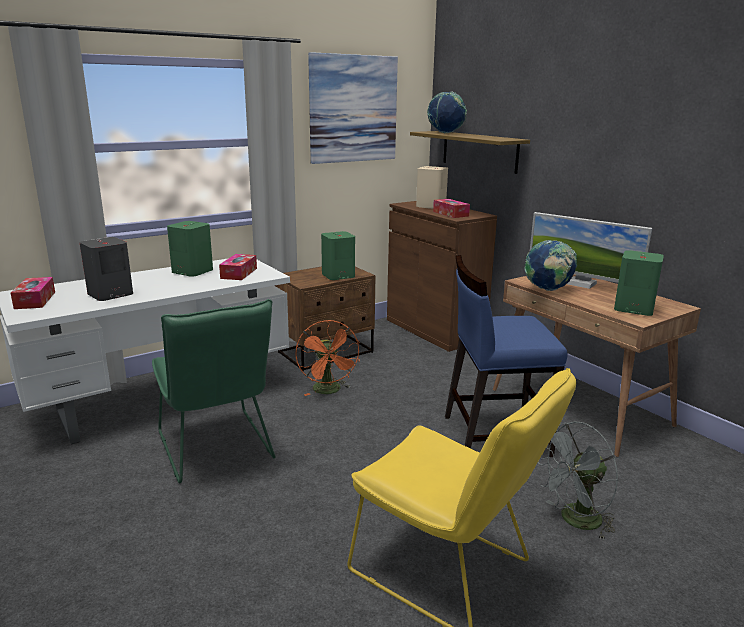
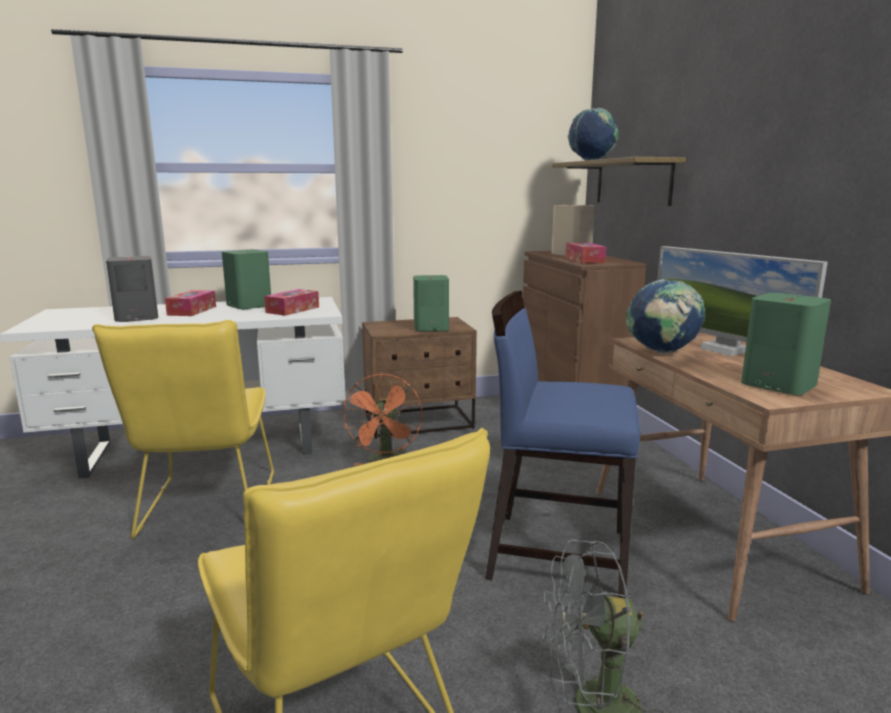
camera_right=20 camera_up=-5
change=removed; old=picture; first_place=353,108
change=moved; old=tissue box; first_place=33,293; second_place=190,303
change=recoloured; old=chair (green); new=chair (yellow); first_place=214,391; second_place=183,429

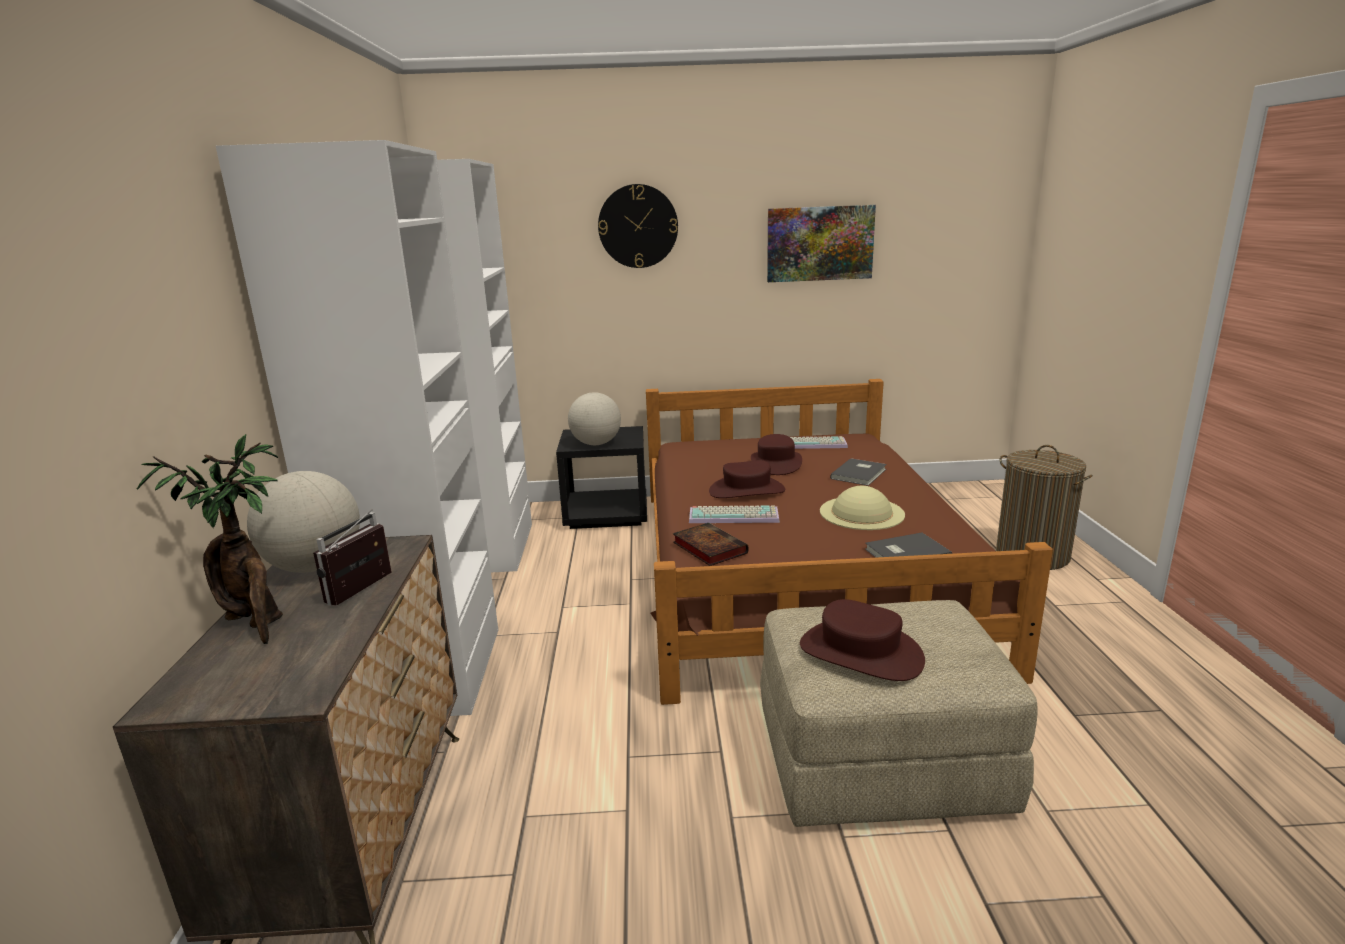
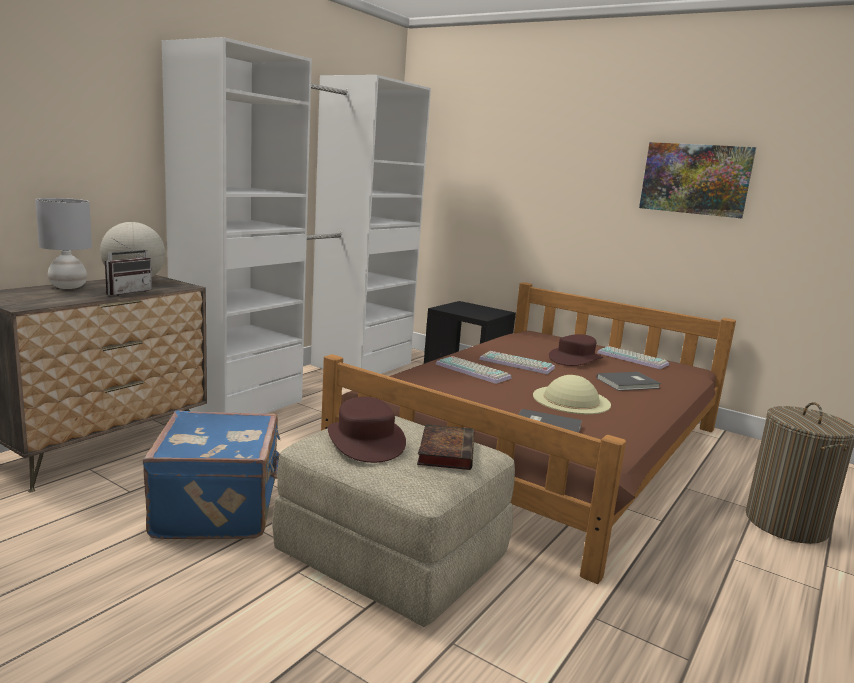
camera_right=35 camera_up=-5
change=removed; old=wall clock; first_place=638,226
change=removed; old=globe; first_place=594,418
change=replaced; old=potted plant; new=table lamp (grey); first_place=210,539; second_place=63,243
change=replaced; old=hat (brown); new=keyboard; first_place=747,479; second_place=517,362
change=turned; old=radio; first_place=352,557; second_place=128,267; degrees=150
change=moved; old=book; first_place=711,544; second_place=445,447
change=added; new=suitcase (blue); second_place=211,474

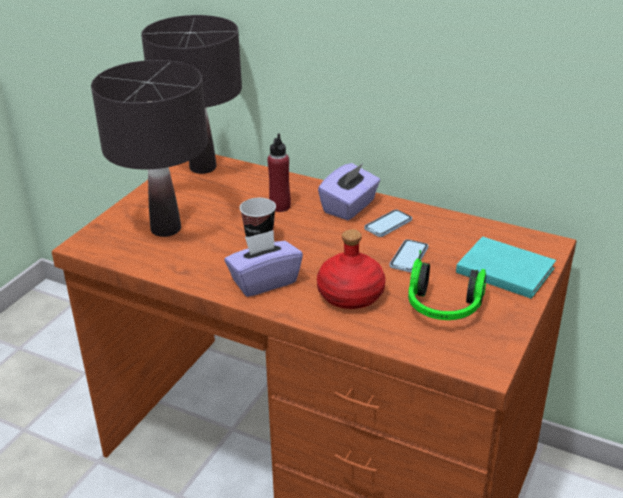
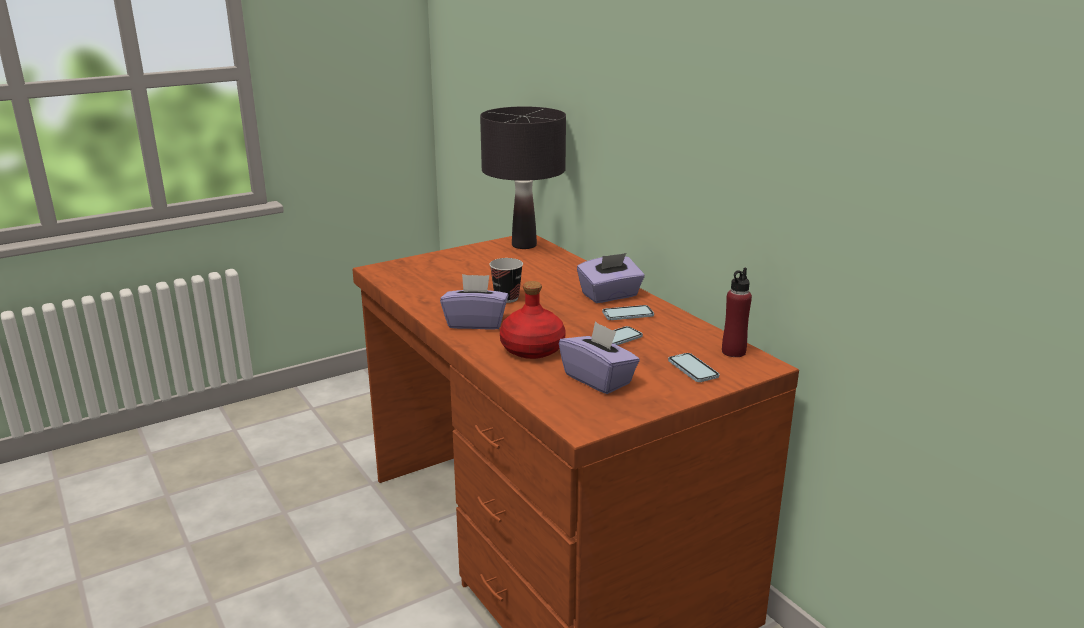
camera_right=30 camera_up=-10
change=removed; old=table lamp (black); first_place=149,148
change=moved; old=bottle (red); first_place=279,173; second_place=737,312
change=replaced; old=book (turquoise); new=phone; first_place=506,267; second_place=694,367
change=replaced; old=headphones; new=tissue box (purple); first_place=447,285; second_place=599,357

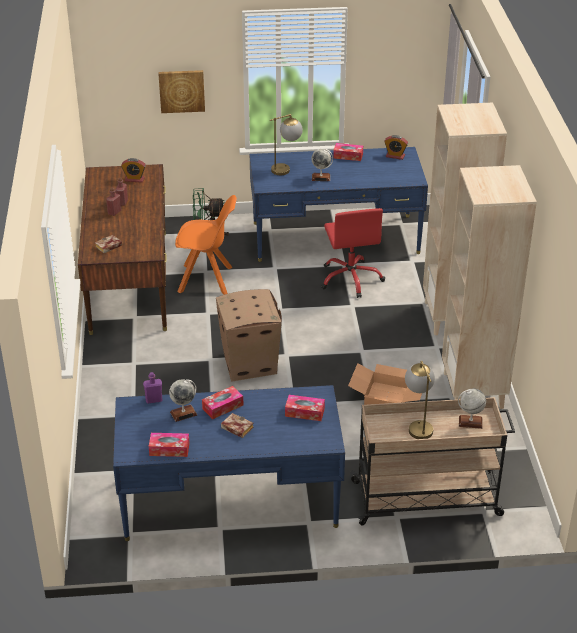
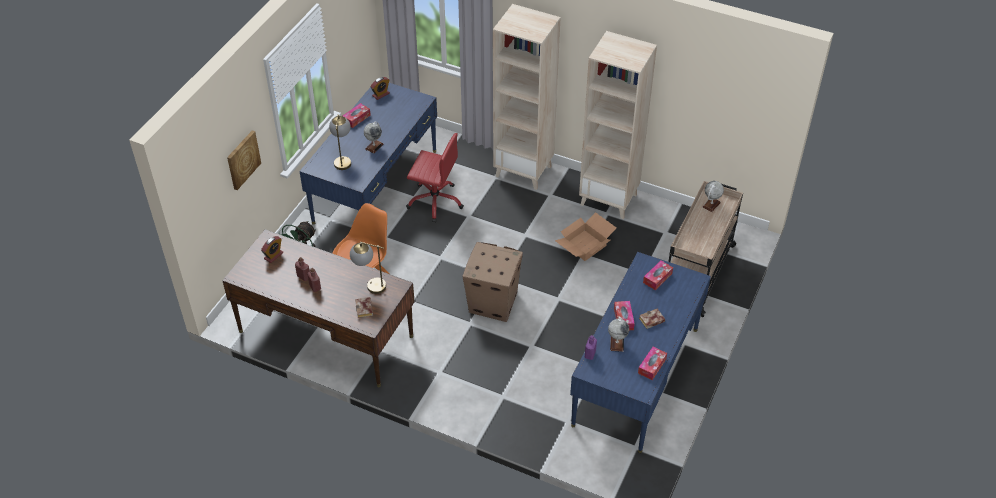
camera_right=-60 camera_up=10
change=moved; old=table lamp; first_place=420,400; second_place=368,268

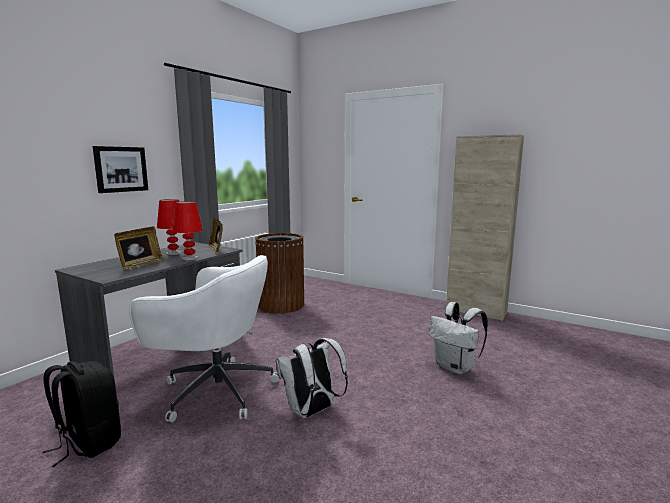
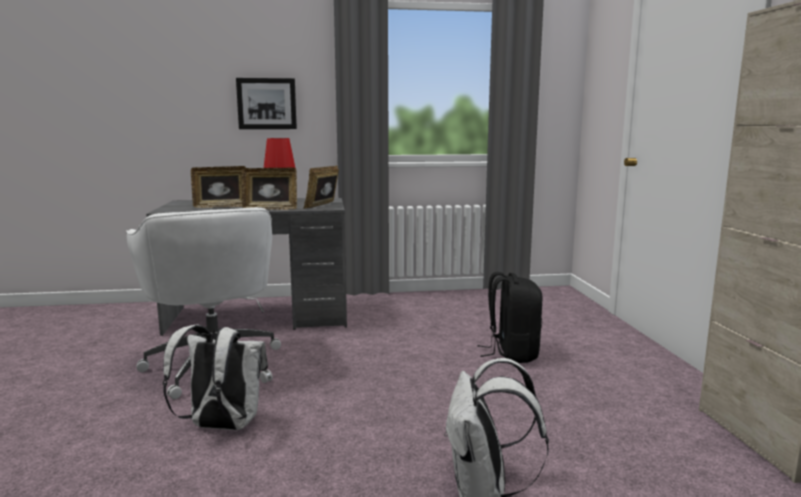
camera_right=50 camera_up=0
change=replaced; old=table lamp (red); new=picture frame; first_place=188,230; second_place=269,189
change=removed; old=trash can (brown); first_place=279,273
change=moved; old=backpack (black); first_place=81,414; second_place=510,317

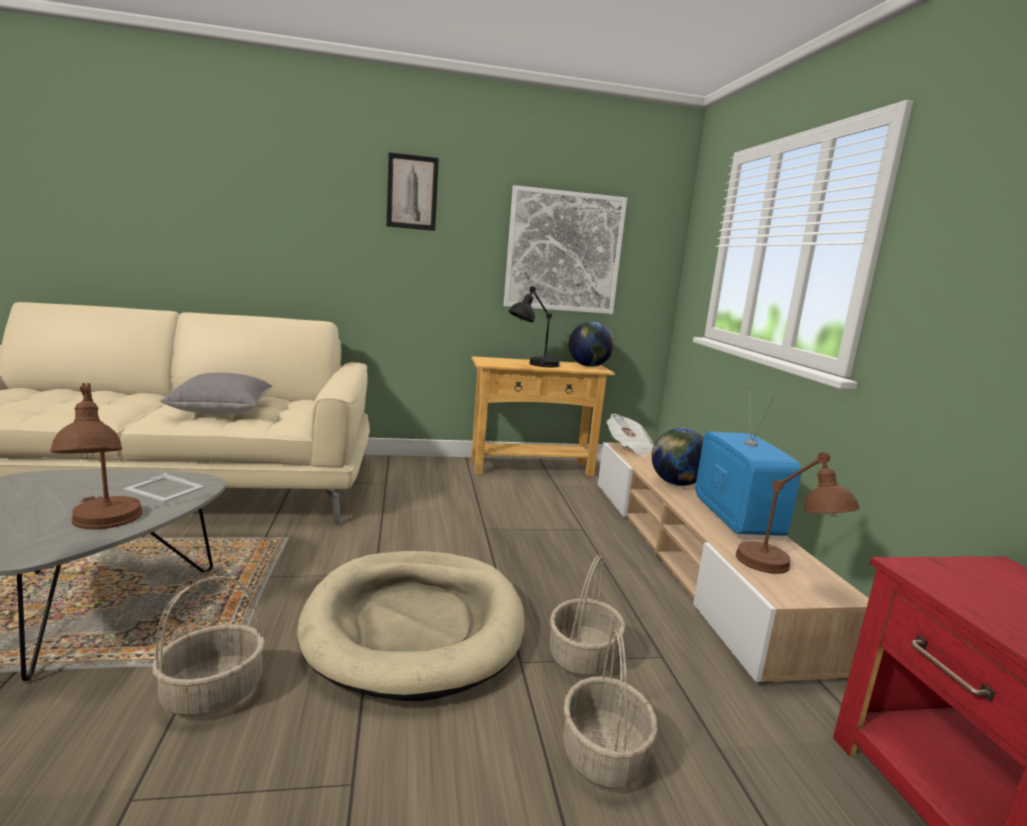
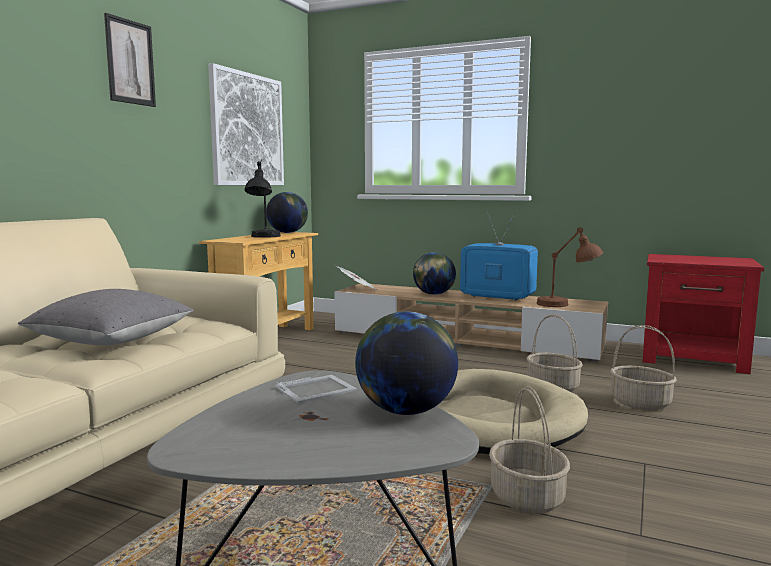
camera_right=-55 camera_up=-5
change=replaced; old=table lamp (brown); new=globe; first_place=96,456; second_place=406,363

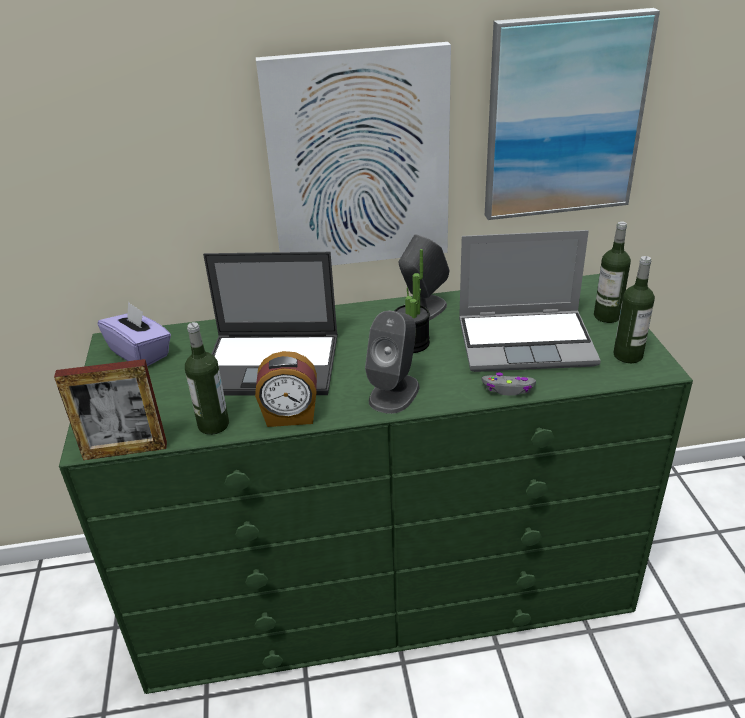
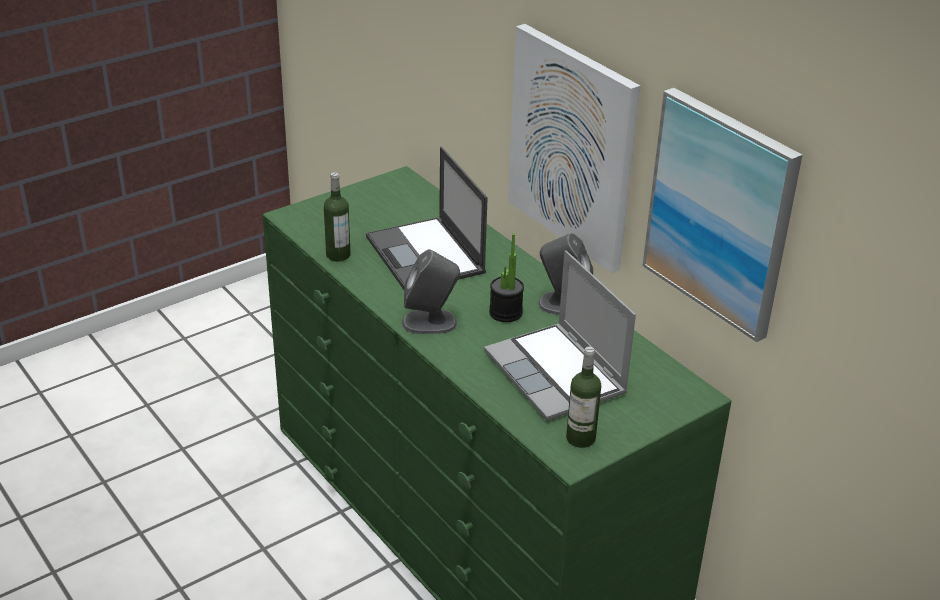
camera_right=60 camera_up=0
change=removed; old=bottle; first_place=612,272
change=removed; old=tissue box (purple); first_place=134,334
change=removed; old=alarm clock; first_place=286,389
change=removed; old=picture frame; first_place=110,409
change=removed; old=game controller (grey); first_place=509,384

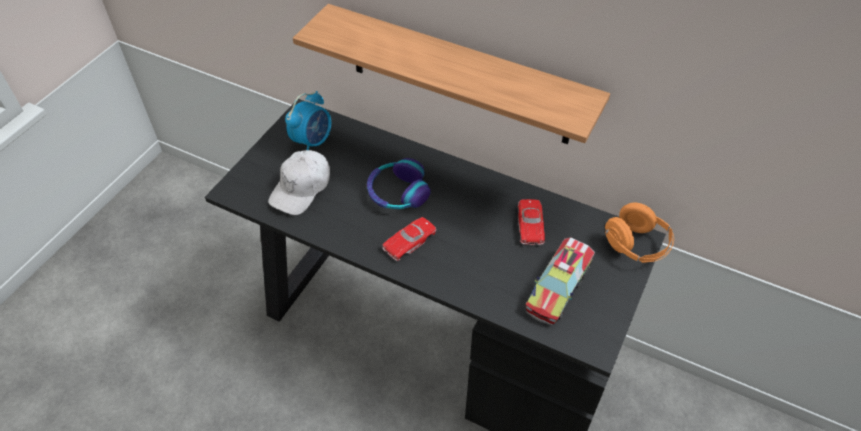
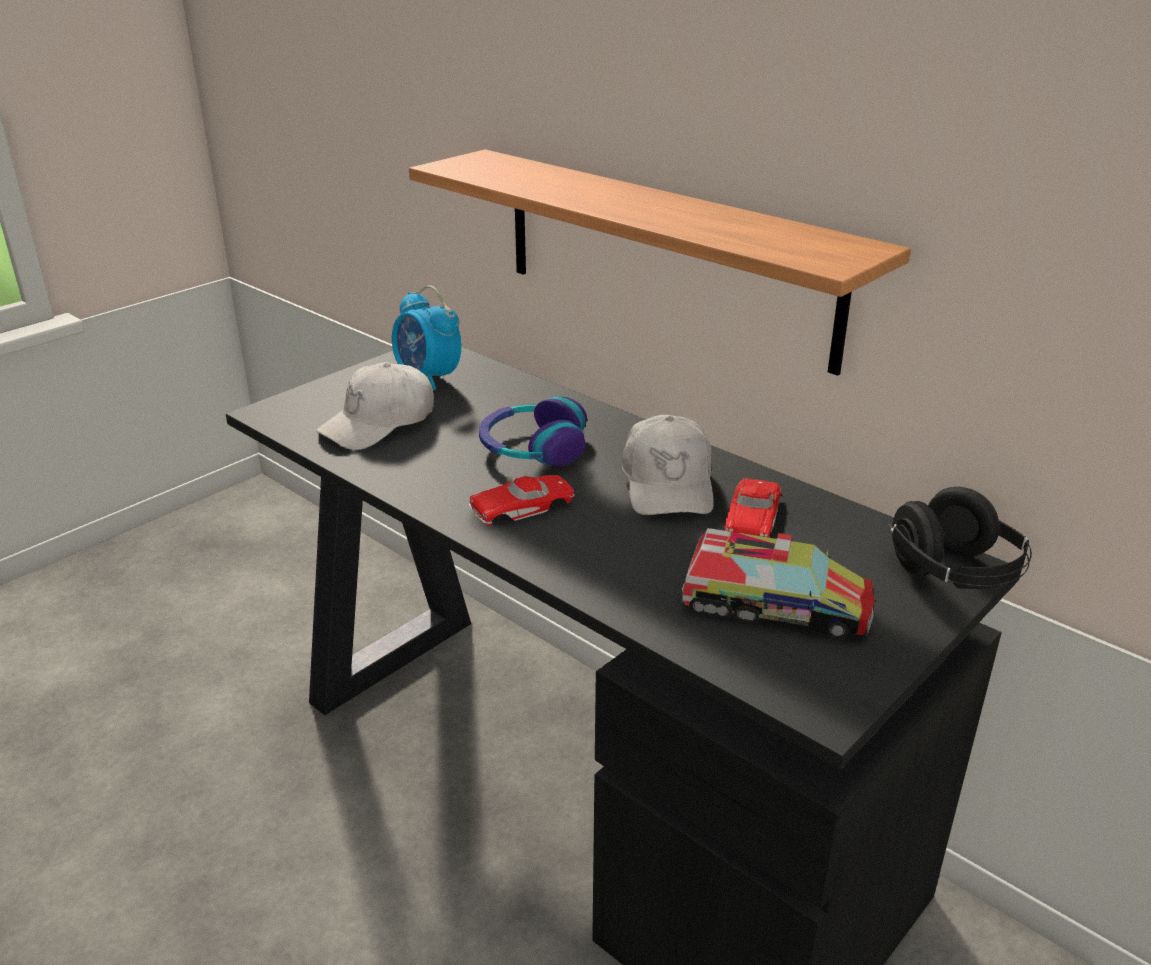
camera_right=15 camera_up=-20
change=turned; old=alarm clock; first_place=308,120; second_place=426,338; degrees=90
change=recoloured; old=headphones (orange); new=headphones (black); first_place=639,233; second_place=960,538
change=turned; old=toy truck; first_place=560,281; second_place=778,583; degrees=-120
change=added; new=cap (white); second_place=668,465

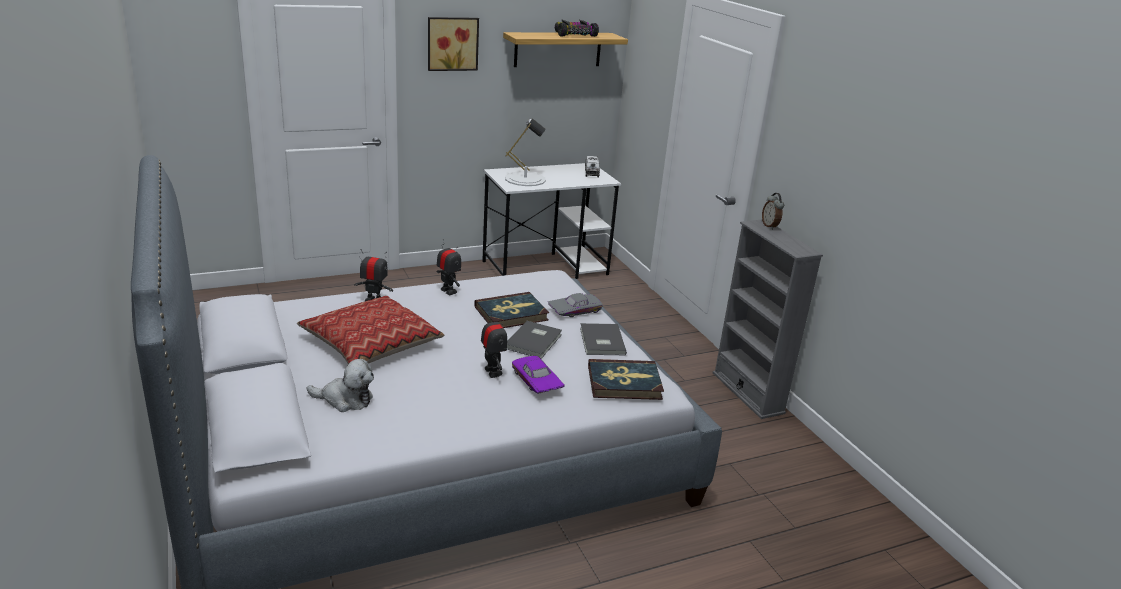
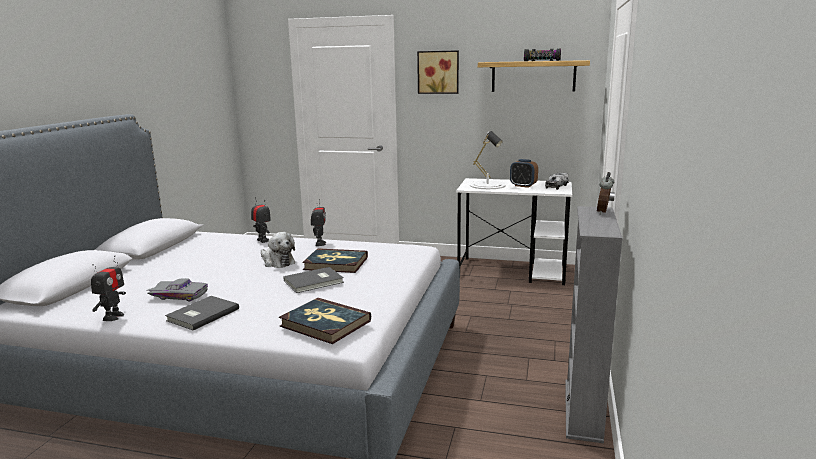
camera_right=40 camera_up=-10
change=moved; old=toy car (grey); first_place=575,305; second_place=177,289
change=removed; old=pillow; first_place=370,330
change=moved; old=toy robot; first_place=494,344; second_place=108,288
change=moved; old=book (grey); first_place=603,339; second_place=202,313
change=removed; old=toy car (purple); first_place=538,375
change=moved; old=plush toy; first_place=340,385; second_place=278,250
change=added; new=alarm clock; second_place=524,173

